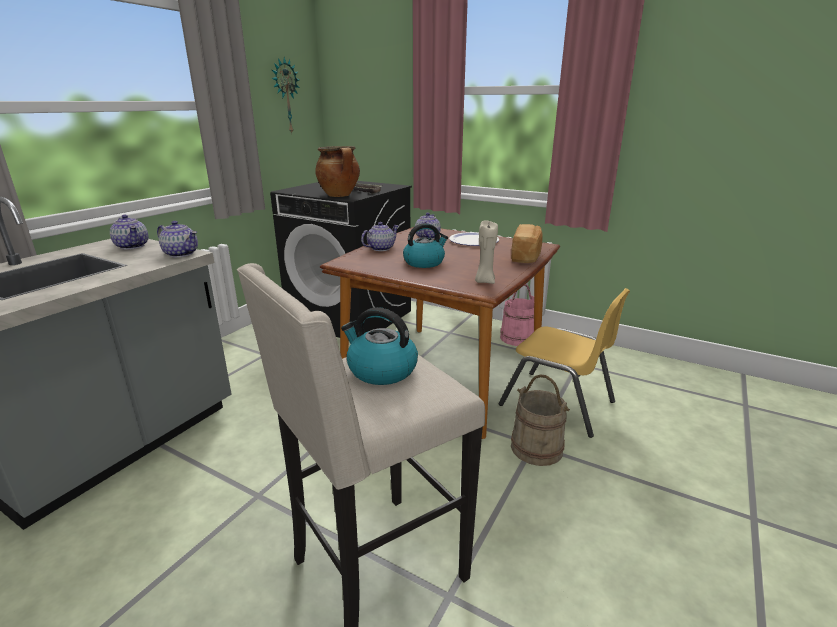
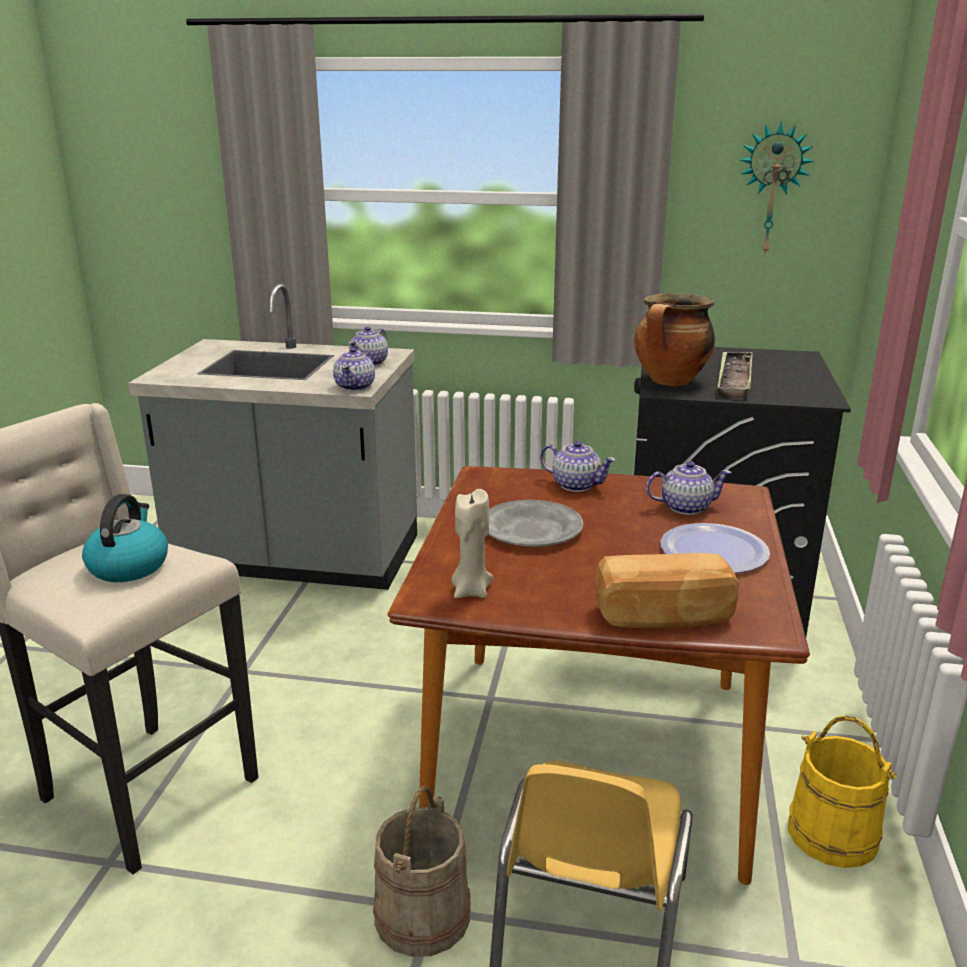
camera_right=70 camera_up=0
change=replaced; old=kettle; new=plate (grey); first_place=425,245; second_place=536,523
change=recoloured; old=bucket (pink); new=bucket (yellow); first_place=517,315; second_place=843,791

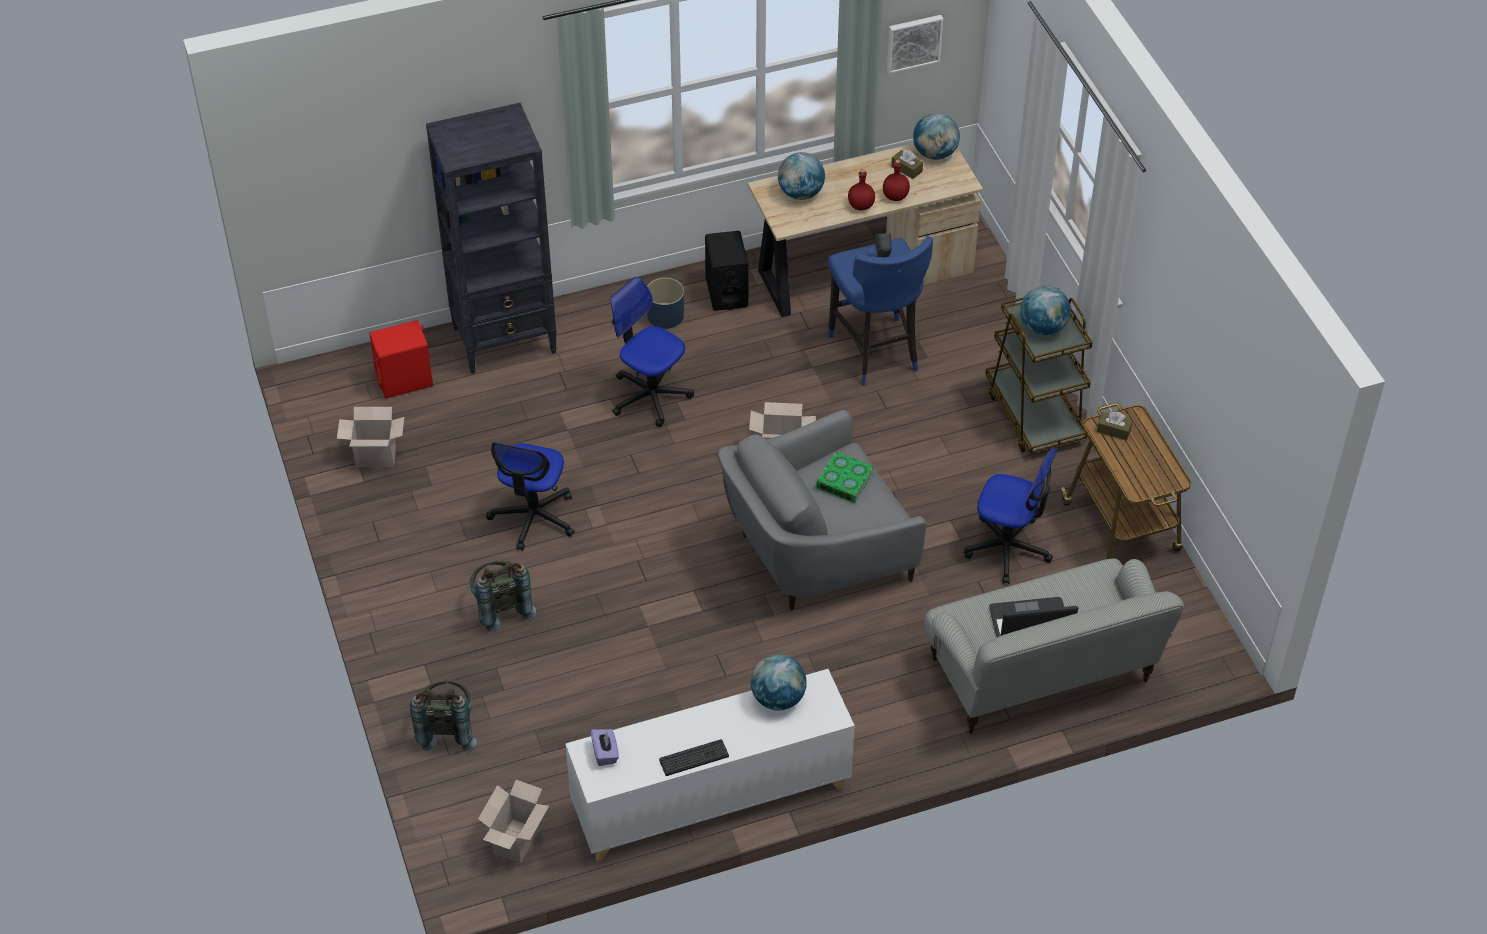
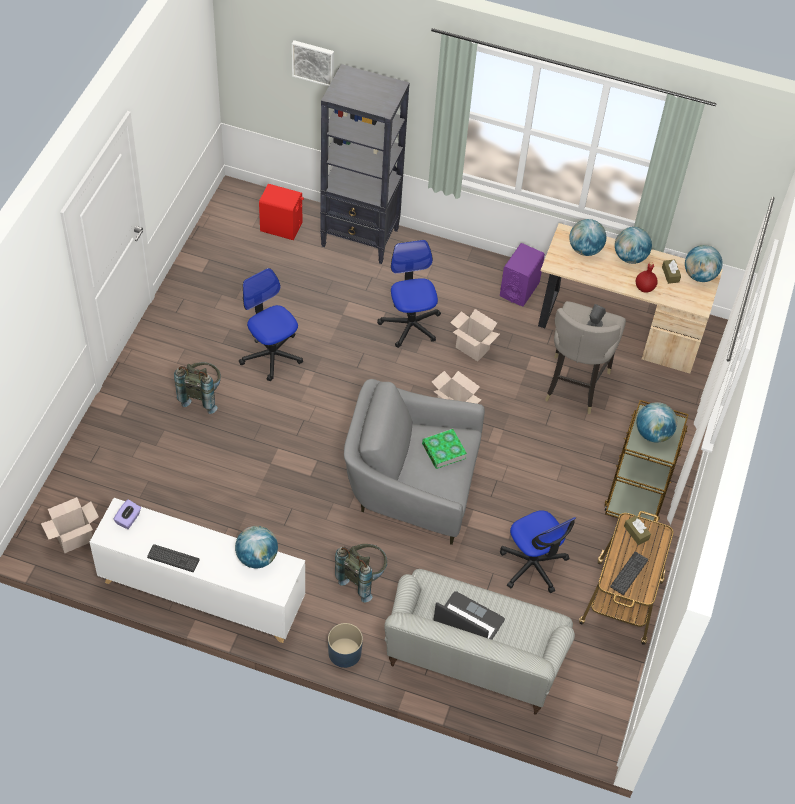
camera_right=35 camera_up=5
change=moved; old=picture; first_place=915,44; second_place=313,63
change=removed; old=bottle (red); first_place=861,190
change=recoloured; old=speaker (black); new=speaker (purple); first_place=727,271; second_place=522,274
change=recoloured; old=stool (blue); new=stool (grey); first_place=880,310; second_place=585,357
change=moved; old=planter (blue); first_place=665,303; second_place=345,645
change=moved; old=cardboard box; first_place=370,437; second_place=475,335
change=turned; old=office chair; first_place=530,496; second_place=271,324; degrees=90
change=moved; old=backpack (grey); first_place=443,716; second_place=361,573
change=added; new=globe; second_place=633,245
change=added; new=keyboard; second_place=629,573

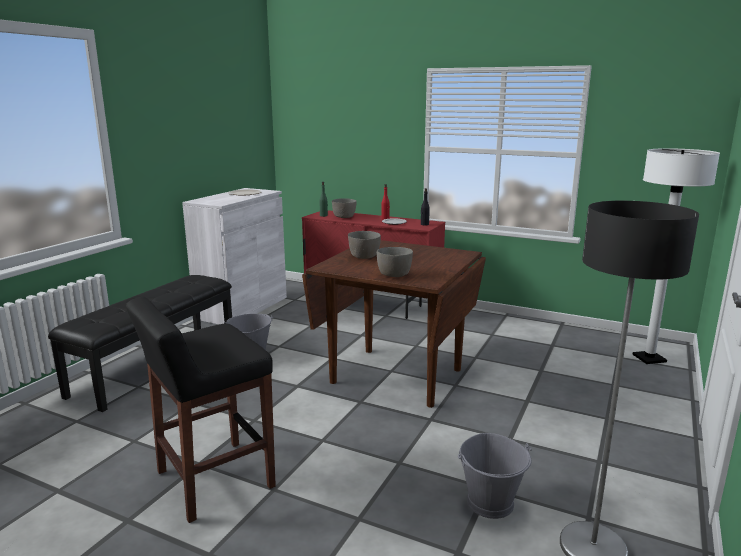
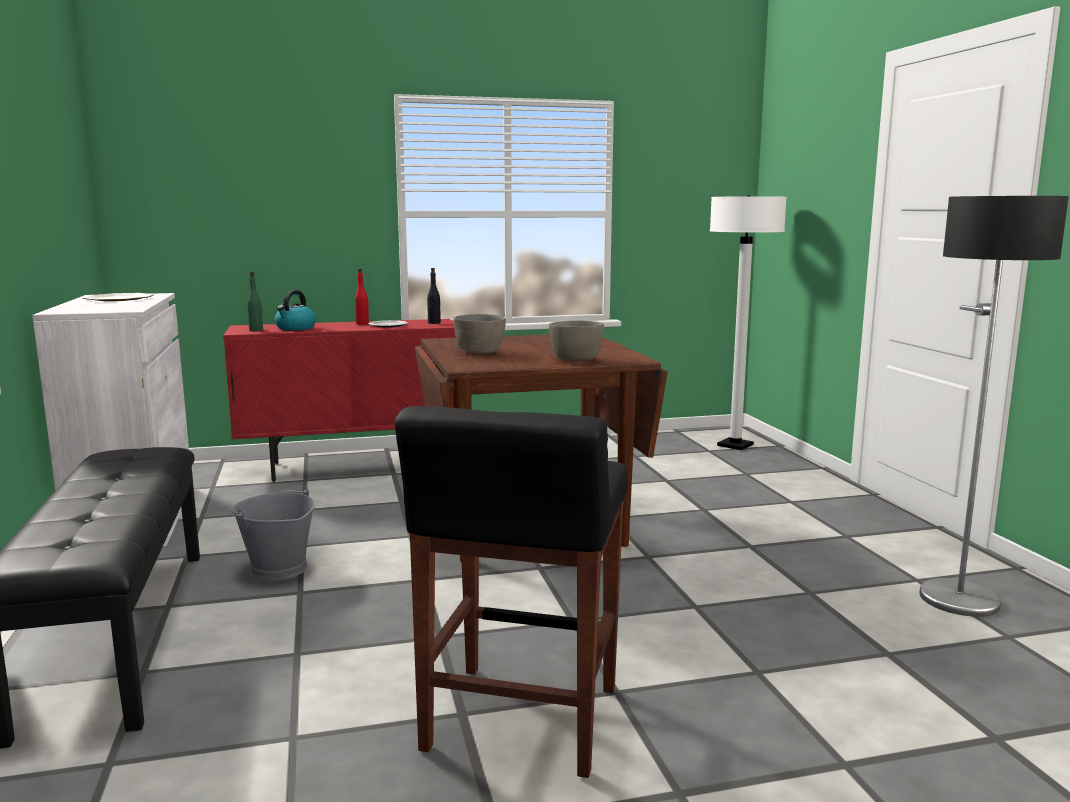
camera_right=-40 camera_up=-5
change=replaced; old=bowl (grey); new=kettle; first_place=344,208; second_place=295,310
change=removed; old=bucket (grey); first_place=495,476

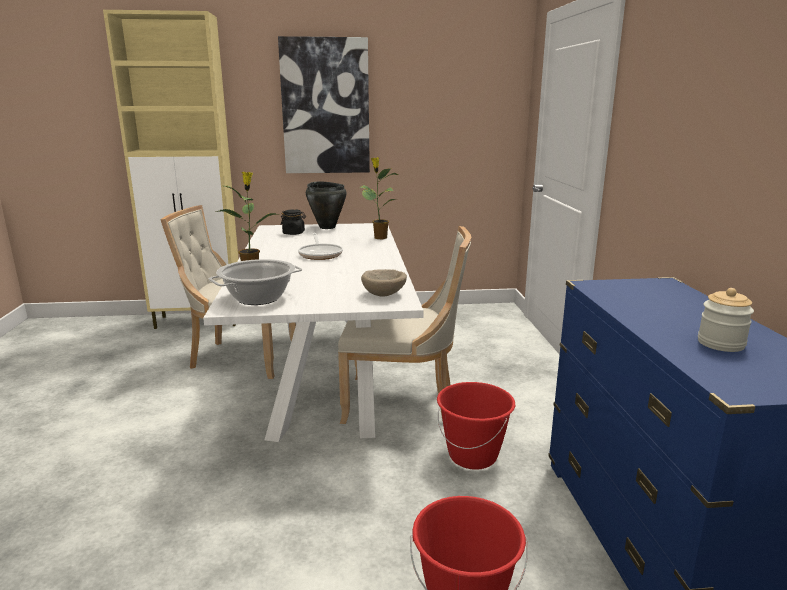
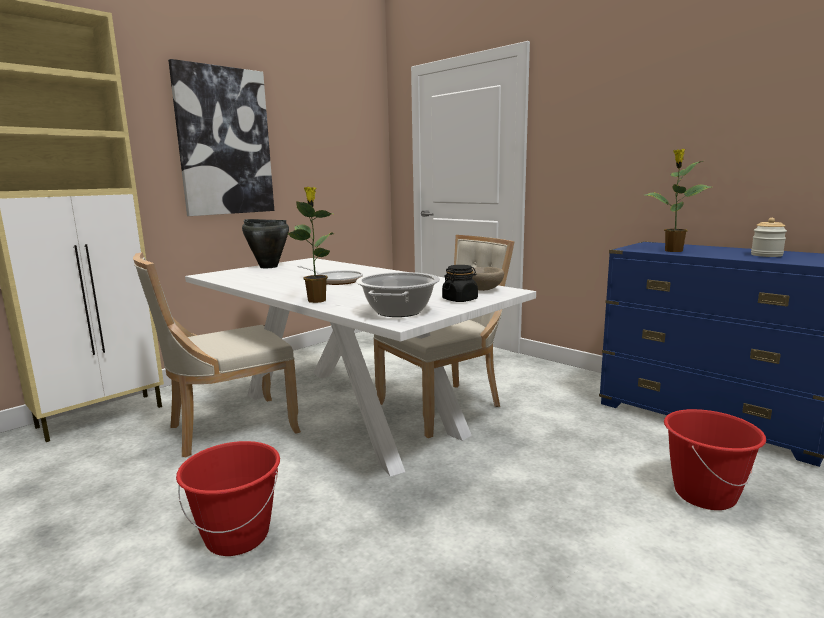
camera_right=-40 camera_up=-5
change=moved; old=potted plant; first_place=378,198; second_place=678,200
change=moved; old=jar (black); first_place=293,222; second_place=460,283
change=moved; old=bucket (red); first_place=476,426; second_place=228,498

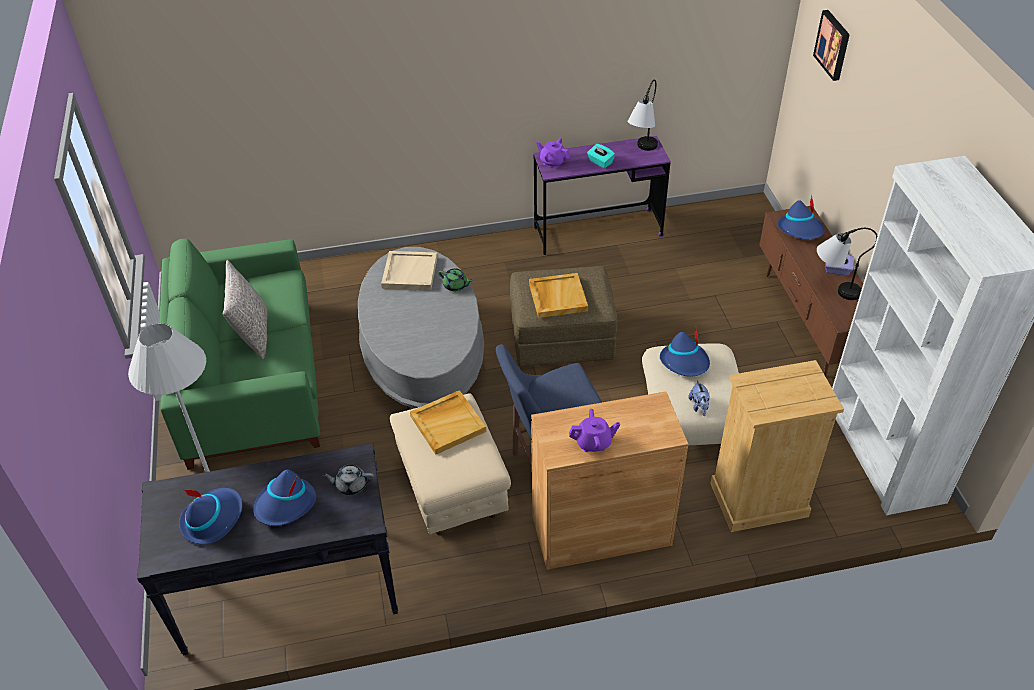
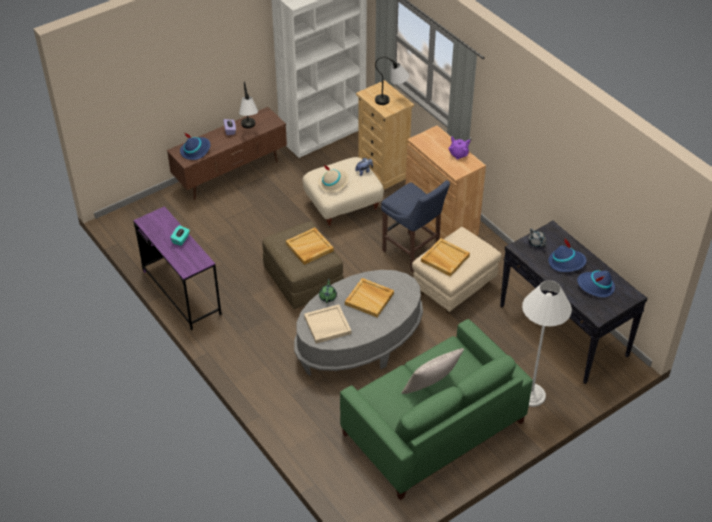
camera_right=-115 camera_up=0
change=removed; old=picture; first_place=831,45
change=moved; old=table lamp; first_place=642,115; second_place=392,81
change=removed; old=teapot (purple); first_place=553,153
change=recoloured; old=hat (blue); new=hat (beige); first_place=685,353; second_place=333,179
change=added; new=tray (beige); second_place=369,297

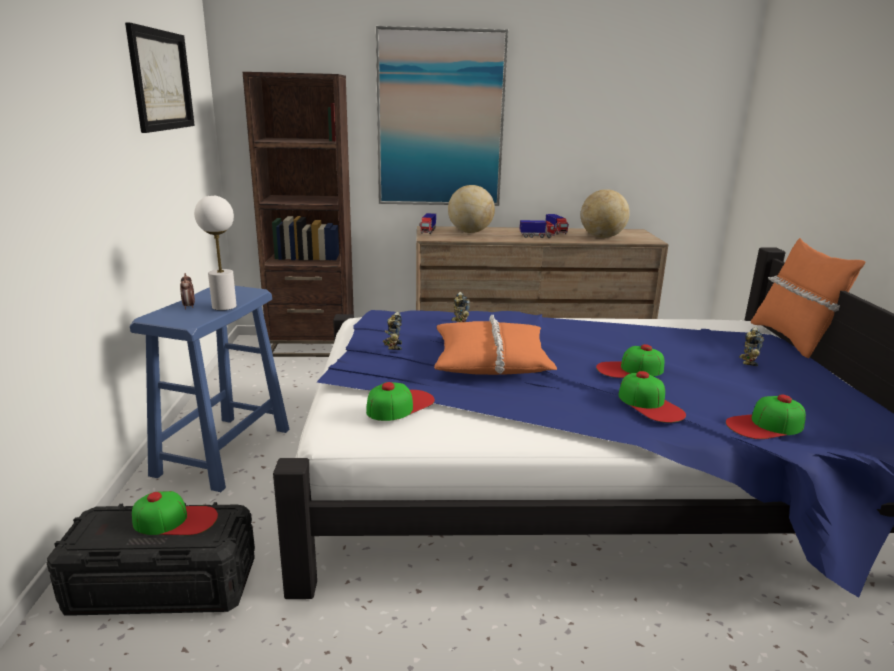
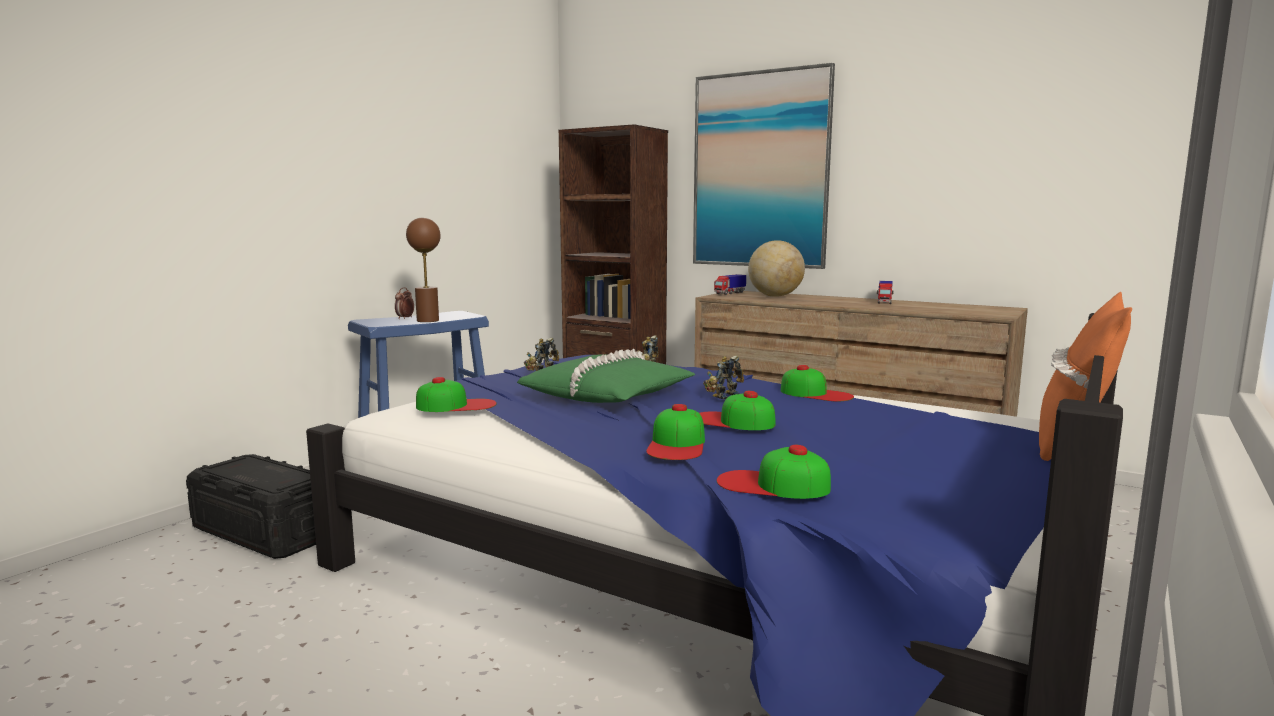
camera_right=35 camera_up=-10
change=removed; old=picture; first_place=160,78
change=removed; old=globe; first_place=605,213
change=recoloured; old=table lamp (white); new=table lamp (brown); first_place=215,252; second_place=423,270
change=removed; old=toy truck; first_place=537,229
change=recoloured; old=pillow (orange); new=pillow (green); first_place=495,344; second_place=606,376
change=moved; old=toy robot; first_place=751,346; second_place=723,377
change=moved; old=cap; first_place=175,513; second_place=817,383

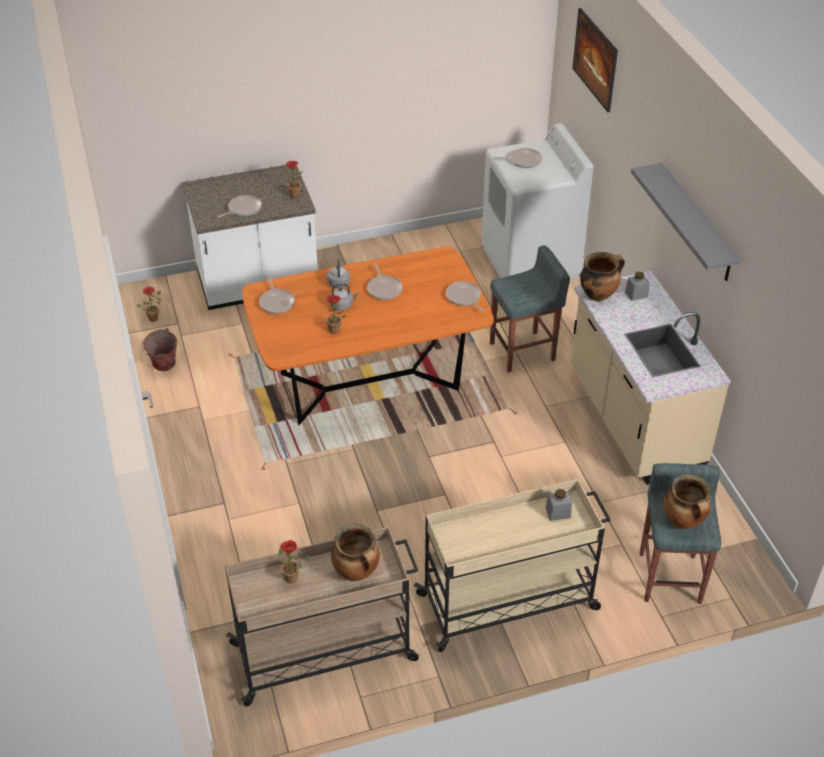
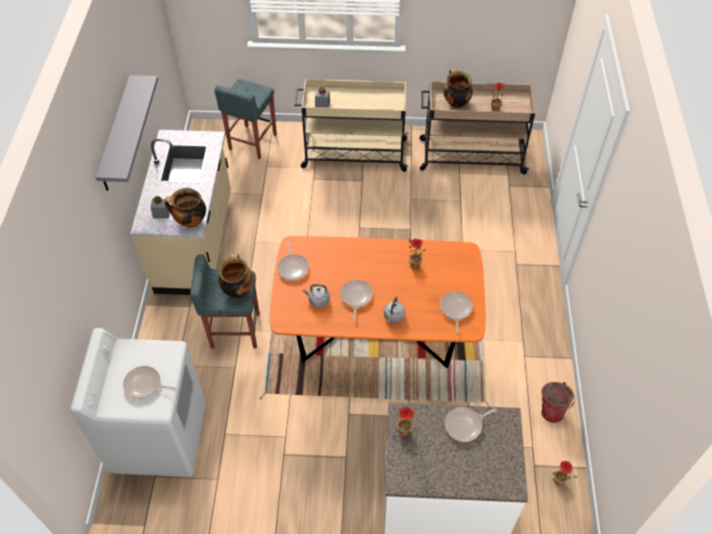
camera_right=-160 camera_up=10
change=removed; old=picture; first_place=595,60
change=moved; old=kettle (grey); first_place=344,297; second_place=316,295
change=moved; old=cooking pot; first_place=687,501; second_place=235,276

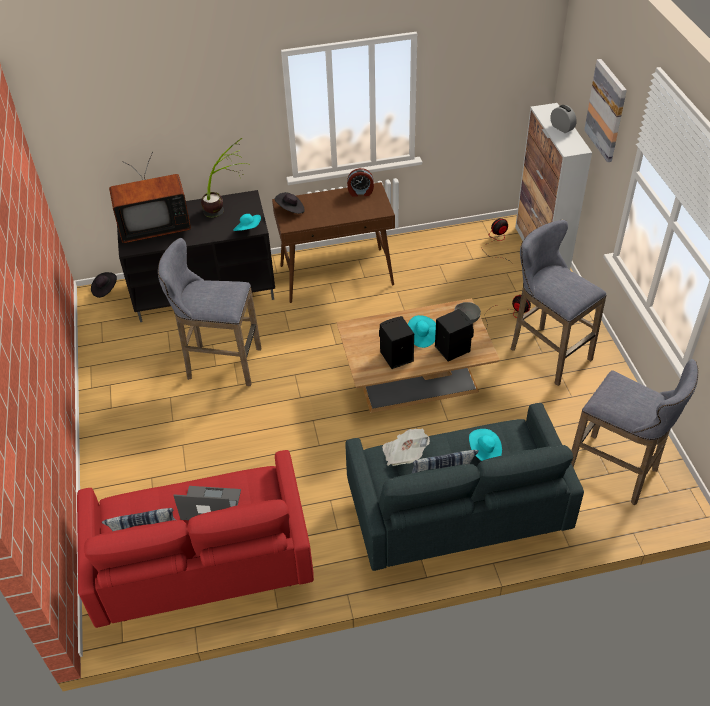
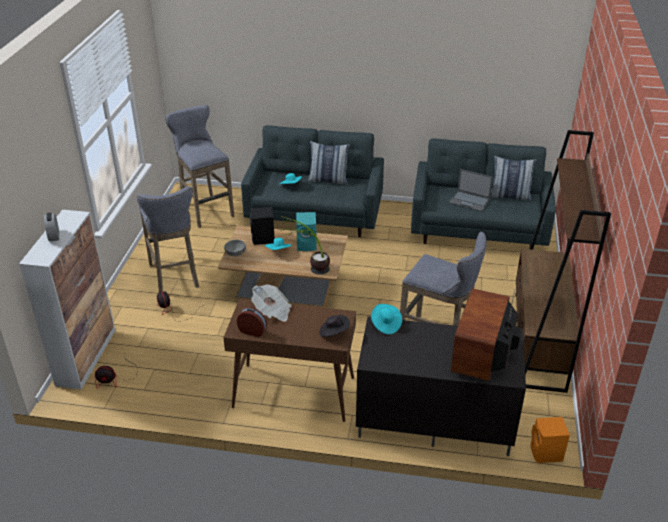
camera_right=-160 camera_up=-10
change=removed; old=picture; first_place=605,110
change=moved; old=potted plant; first_place=223,178; second_place=305,245
change=turned; old=television; first_place=150,197; second_place=486,334; degrees=-75
change=replaced; old=hat (black); new=speaker (orange); first_place=104,285; second_place=550,440
change=recoloured; old=speaker (black); new=speaker (turquoise); first_place=396,342; second_place=306,231
change=moved; old=newspaper; first_place=406,447; second_place=271,303
change=recoloured; old=sofa (red); new=sofa (grey); first_place=195,539; second_place=483,193
change=added; new=bookcase (brown); second_place=563,261

